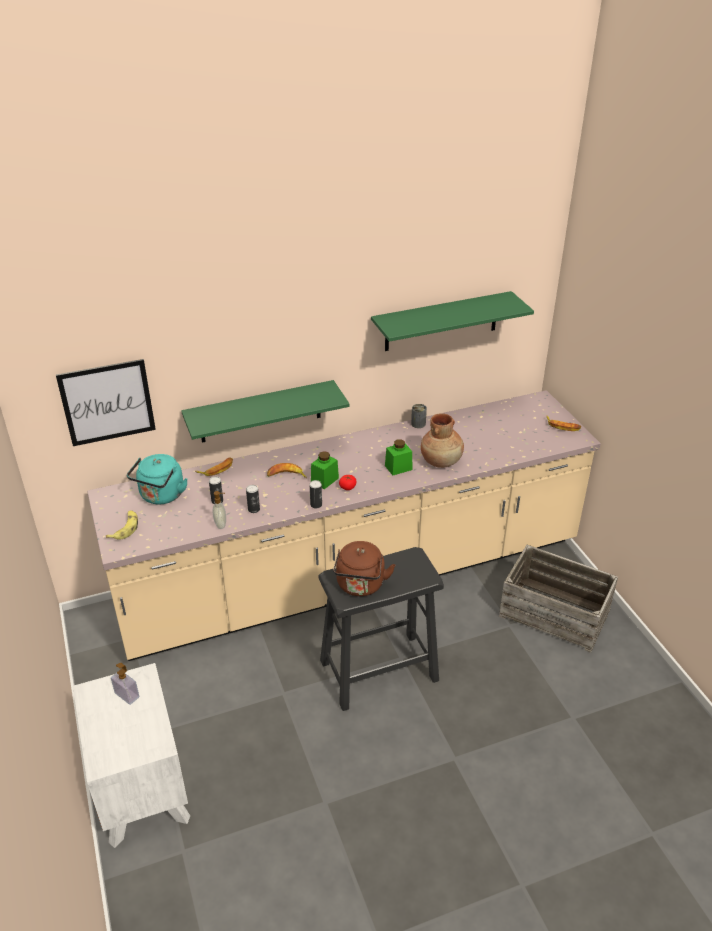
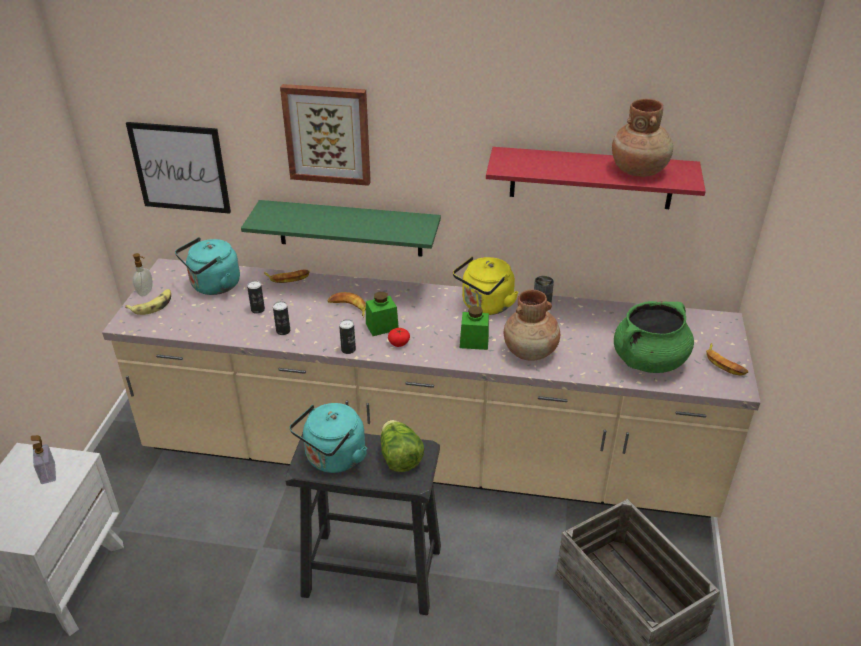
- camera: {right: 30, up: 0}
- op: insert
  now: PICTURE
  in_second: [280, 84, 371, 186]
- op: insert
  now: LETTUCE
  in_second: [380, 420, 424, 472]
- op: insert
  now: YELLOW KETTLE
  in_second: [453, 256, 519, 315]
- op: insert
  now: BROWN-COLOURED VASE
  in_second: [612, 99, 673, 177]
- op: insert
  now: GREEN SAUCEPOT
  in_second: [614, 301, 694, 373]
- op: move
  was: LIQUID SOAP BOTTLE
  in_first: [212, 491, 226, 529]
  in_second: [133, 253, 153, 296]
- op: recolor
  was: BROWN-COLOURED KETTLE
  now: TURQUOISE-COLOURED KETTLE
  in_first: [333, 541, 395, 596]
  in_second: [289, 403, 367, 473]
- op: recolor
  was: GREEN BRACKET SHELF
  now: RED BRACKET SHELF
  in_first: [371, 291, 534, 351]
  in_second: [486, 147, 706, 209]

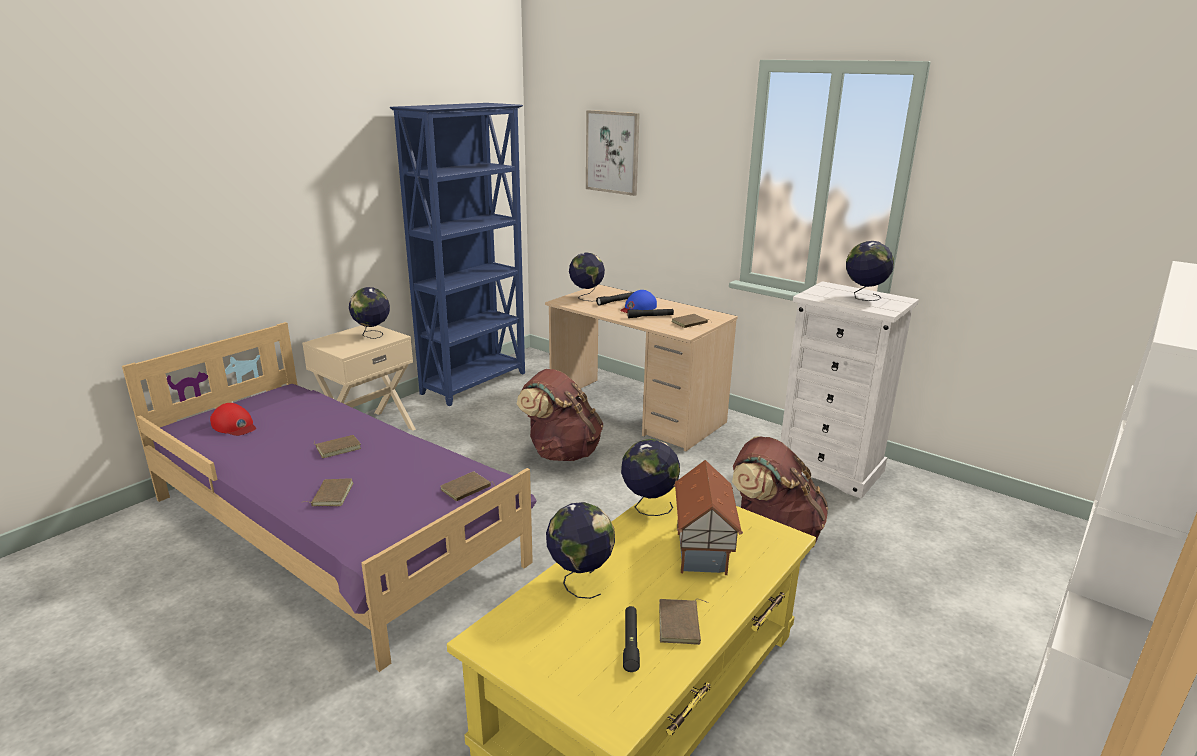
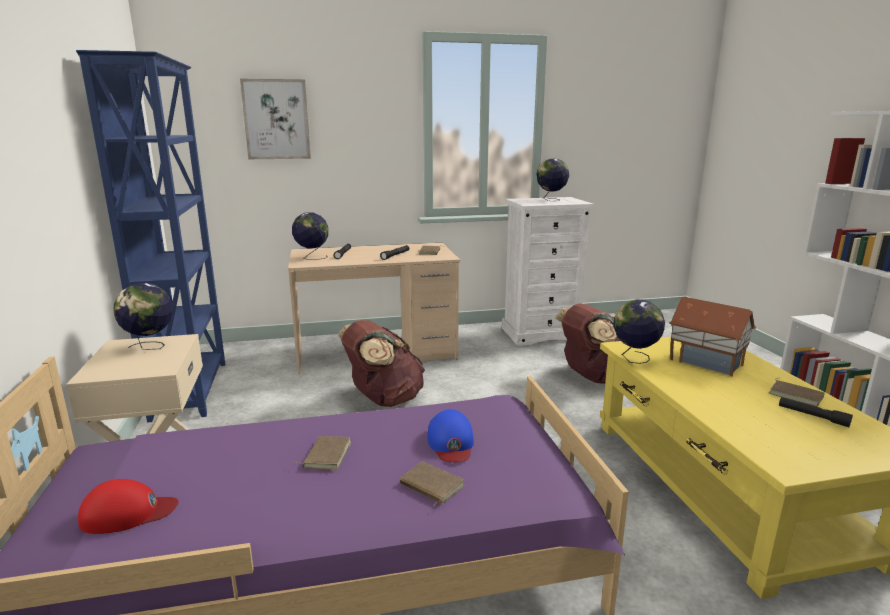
- camera: {right: -50, up: -5}
- op: delete
  was: BROWN-COLOURED VOLUME
  in_first: [440, 471, 495, 501]
- op: delete
  was: DESK GLOBE
  in_first: [546, 502, 615, 599]
- op: move
  was: BLUE-COLOURED PEAKED CAP
  in_first: [620, 290, 657, 313]
  in_second: [428, 409, 474, 462]

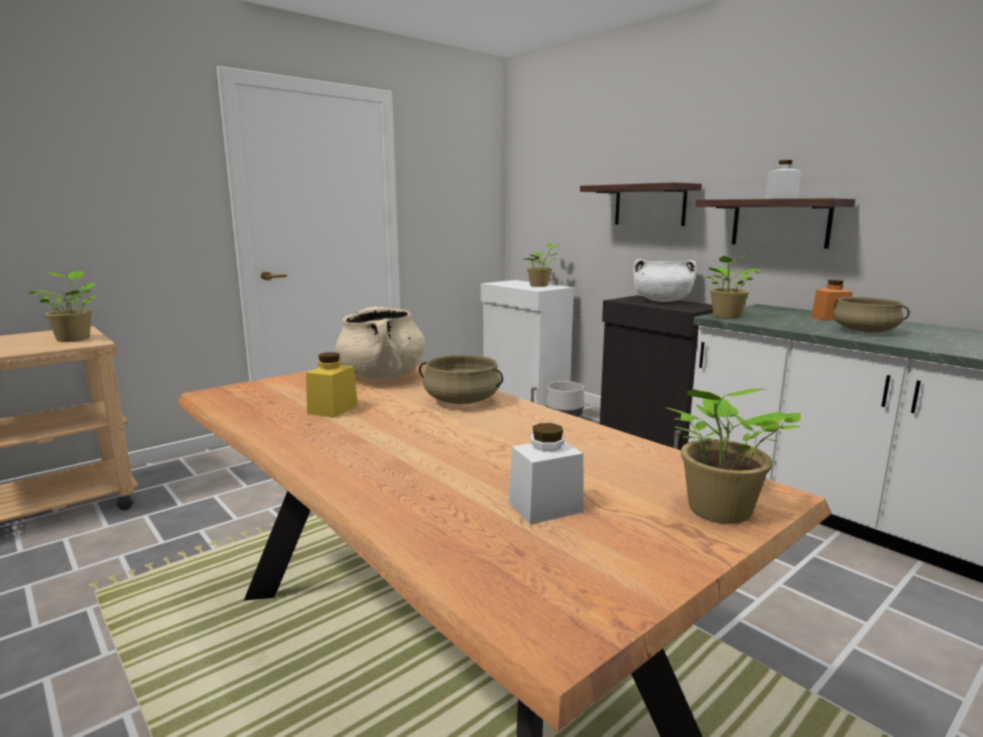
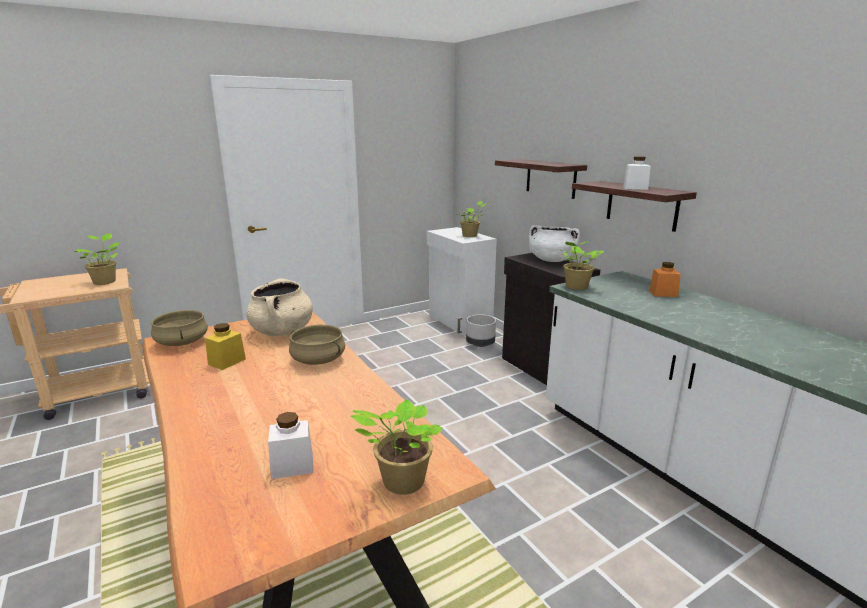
- camera: {right: 10, up: 5}
- op: move
  was: SAND-COLOURED SAUCEPOT
  in_first: [833, 297, 910, 333]
  in_second: [151, 310, 208, 346]

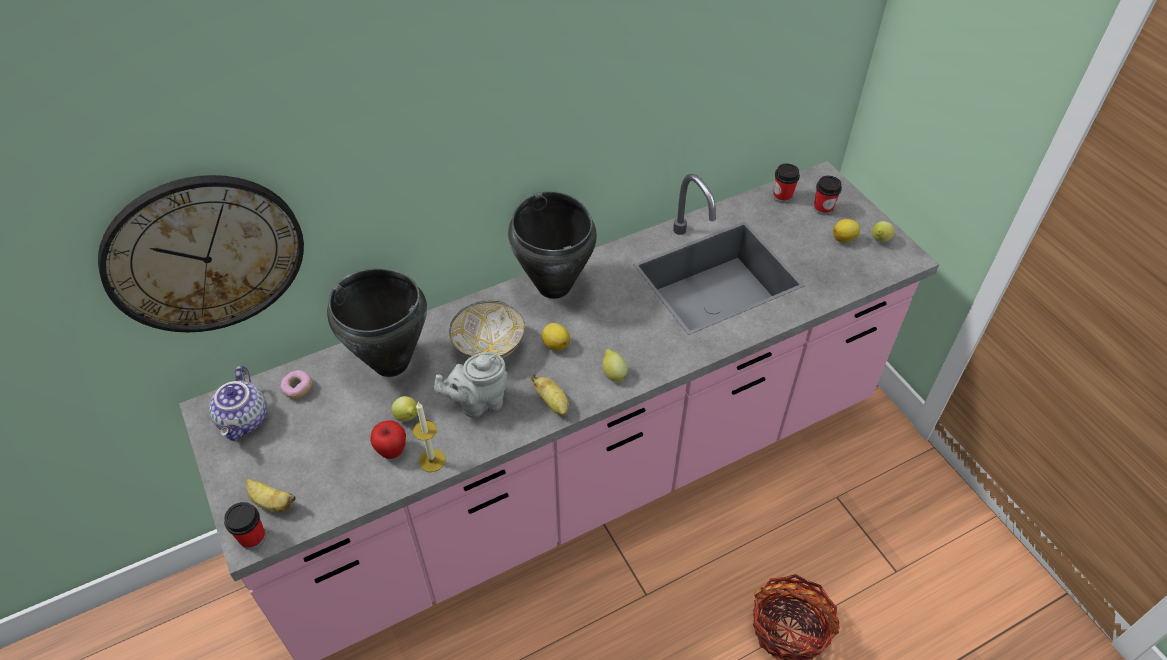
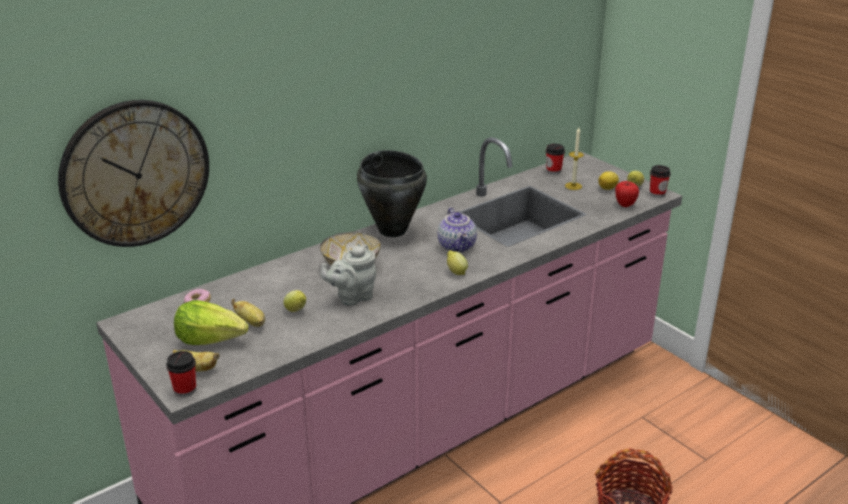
- camera: {right: -10, up: -20}
- op: delete
  was: BLACKISH SAUCEPOT
  in_first: [327, 268, 427, 377]
- op: delete
  was: CITRUS FRUIT
  in_first: [542, 323, 570, 351]
- op: insert
  now: LETTUCE
  in_second: [174, 300, 249, 345]
- op: move
  was: TEA POT
  in_first: [209, 366, 267, 441]
  in_second: [438, 208, 477, 253]
- op: move
  was: WHOLE APPLE
  in_first: [370, 421, 406, 459]
  in_second: [615, 181, 639, 207]
- op: move
  was: WAX LIGHT
  in_first: [413, 402, 446, 472]
  in_second: [565, 128, 584, 190]
- op: move
  was: WHOLE BANANA
  in_first: [531, 374, 569, 416]
  in_second: [231, 299, 265, 327]
- op: move
  was: SMALL CUP
  in_first: [814, 176, 842, 215]
  in_second: [650, 165, 671, 197]

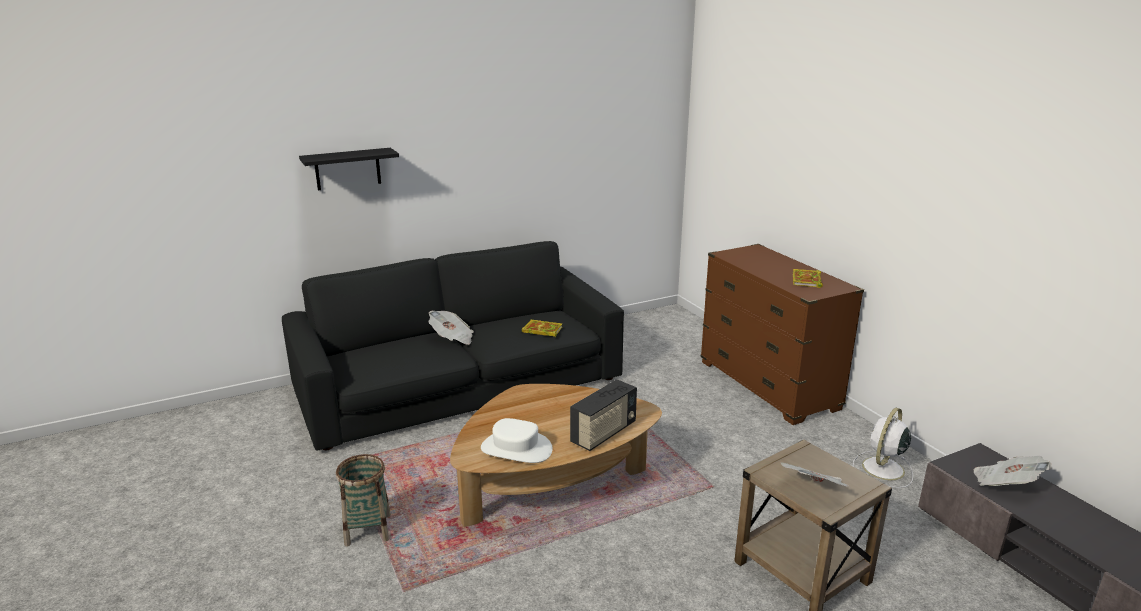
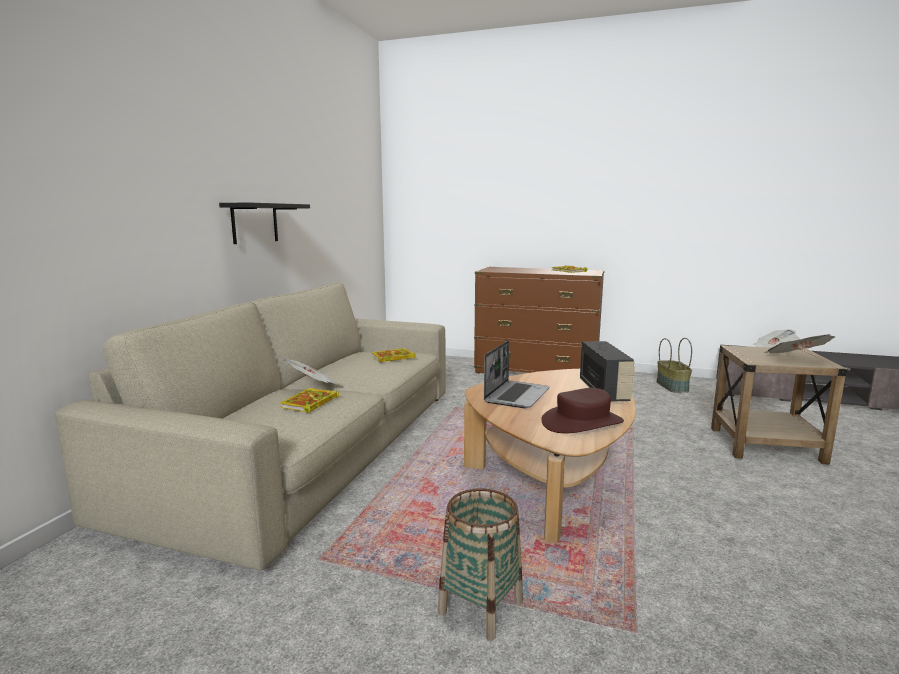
- camera: {right: -45, up: -10}
- op: insert
  now: VOLUME
  in_second: [280, 388, 339, 413]
- op: insert
  now: PORTABLE COMPUTER
  in_second: [484, 340, 550, 408]
- op: move
  was: BLACKISH BRACKET SHELF
  in_first: [299, 148, 399, 190]
  in_second: [219, 203, 310, 244]
- op: replace
  was: WHITE FAN
  now: BASKET
  in_first: [853, 408, 913, 488]
  in_second: [657, 338, 692, 393]
- op: recolor
  was: BLACKISH SETTEE
  now: SAND-COLOURED SETTEE
  in_first: [282, 241, 624, 450]
  in_second: [55, 283, 446, 570]
- op: recolor
  was: WHITE WEARABLE HAT
  now: BROWN-COLOURED WEARABLE HAT
  in_first: [481, 418, 553, 463]
  in_second: [541, 388, 624, 433]

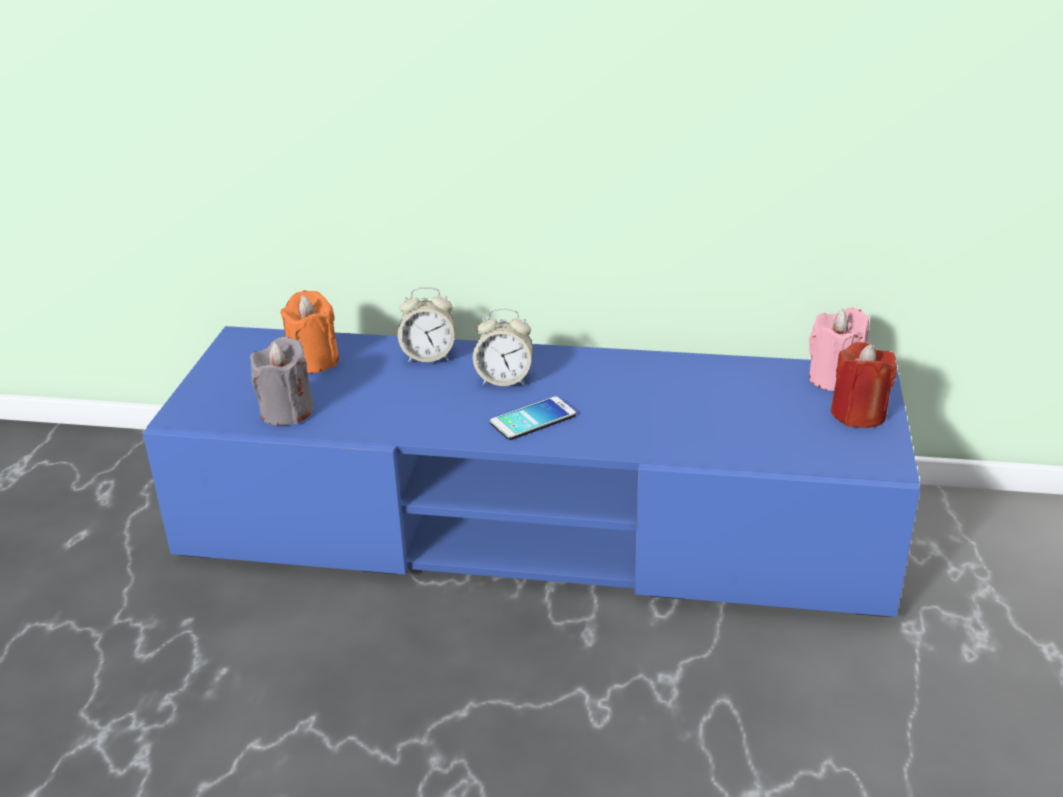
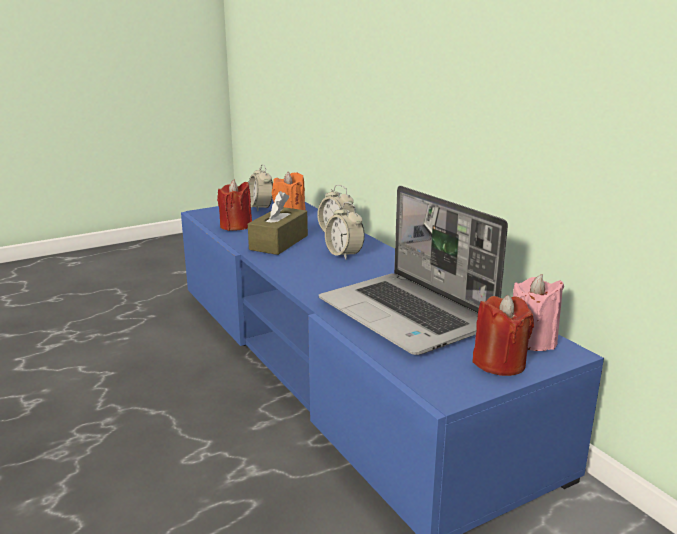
- camera: {right: 50, up: -10}
- op: delete
  was: PHONE
  in_first: [490, 396, 576, 440]
- op: insert
  now: BEDSIDE CLOCK
  in_second: [248, 164, 273, 211]
- op: insert
  now: BROWN-COLOURED BOX OF TISSUES
  in_second: [248, 191, 308, 255]
- op: insert
  now: PORTABLE COMPUTER
  in_second: [319, 186, 508, 355]
- op: recolor
  was: GREYISH WAX LIGHT
  now: RED WAX LIGHT
  in_first: [250, 337, 314, 425]
  in_second: [217, 180, 252, 231]

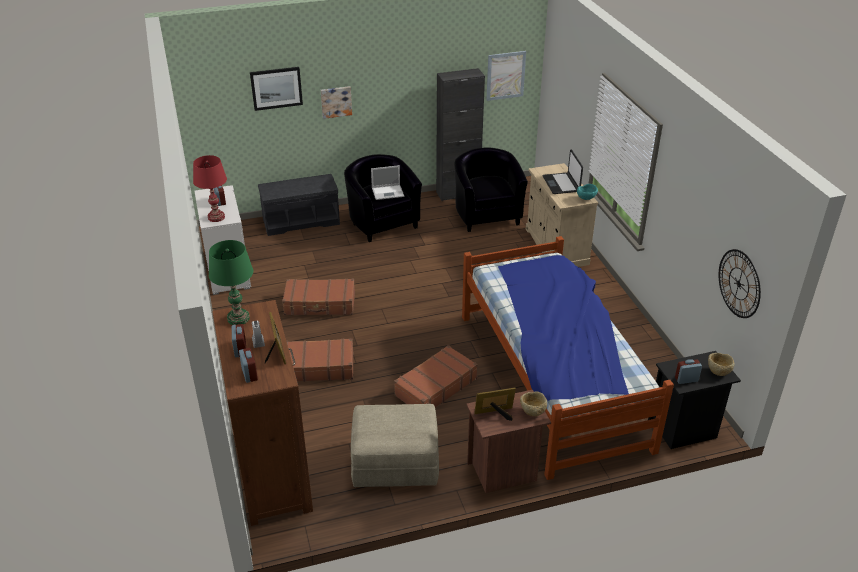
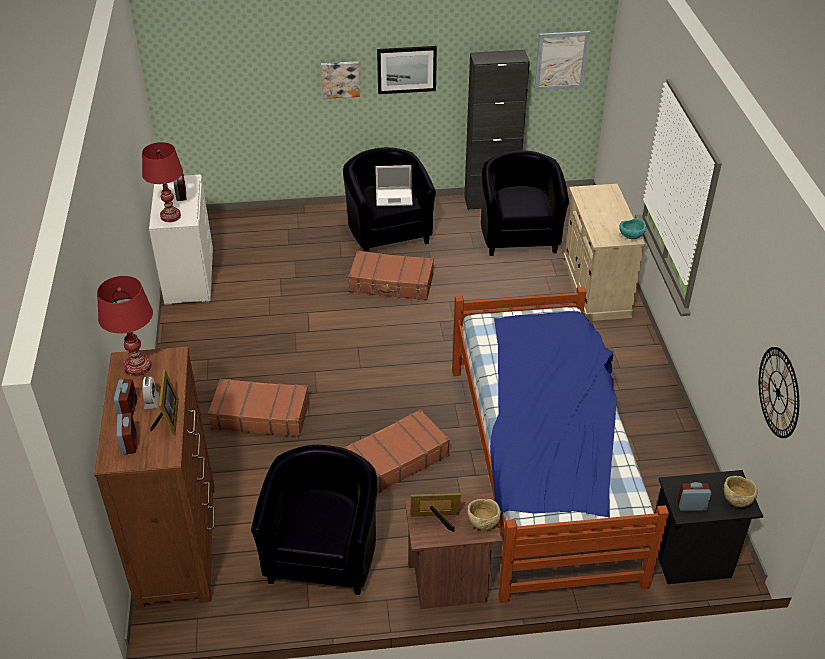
- camera: {right: 10, up: 5}
- op: delete
  was: GREYISH BENCH
  in_first: [258, 174, 340, 236]
- op: delete
  was: PORTABLE COMPUTER
  in_first: [543, 149, 583, 194]
- op: move
  was: PICTURE
  in_first: [250, 67, 303, 111]
  in_second: [377, 46, 437, 94]
- op: move
  was: BROWN-COLOURED TRAVEL CASE
  in_first: [282, 279, 355, 315]
  in_second: [348, 250, 434, 300]
- op: replace
  was: SAND-COLOURED FOOTREST
  now: BLACKISH LOUNGE CHAIR
  in_first: [351, 404, 439, 487]
  in_second: [251, 445, 377, 595]
- op: recolor
  was: GREEN TABLETOP LAMP
  now: RED TABLETOP LAMP
  in_first: [209, 240, 253, 325]
  in_second: [97, 276, 153, 376]

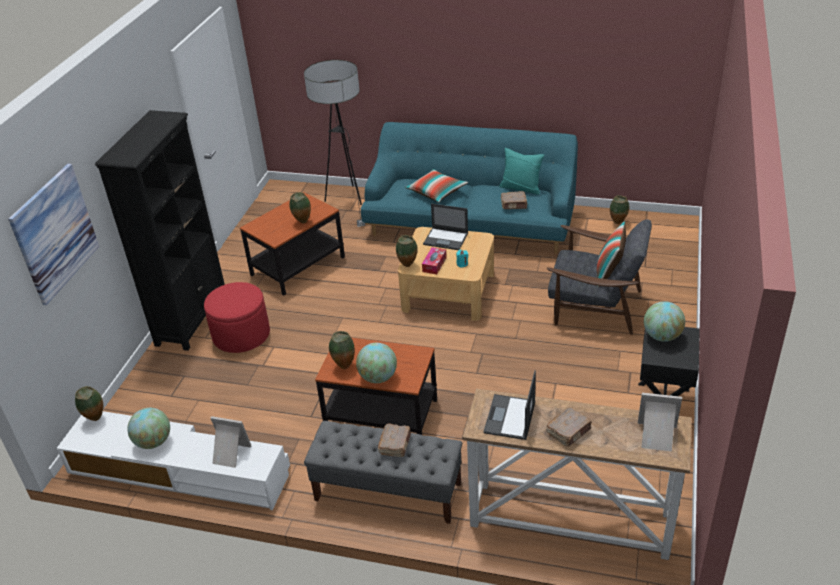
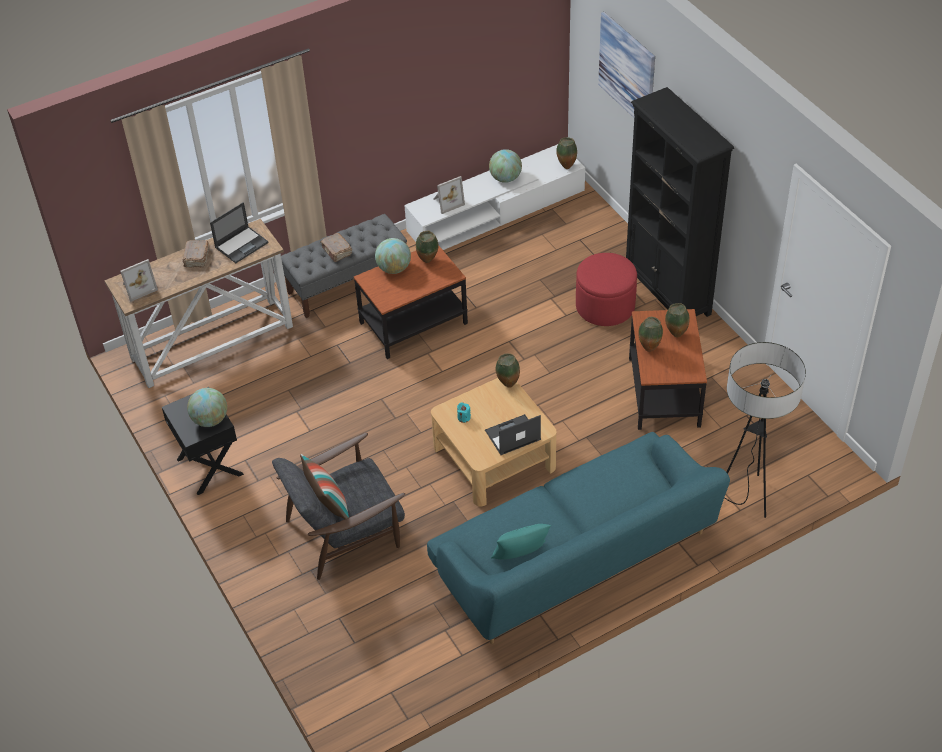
- camera: {right: 135, up: 10}
- op: delete
  was: CUSHION
  in_first: [405, 169, 468, 203]
- op: delete
  was: BOX OF TISSUES
  in_first: [422, 247, 447, 274]
- op: delete
  was: BROWN-COLOURED VOLUME
  in_first: [501, 191, 527, 209]
- op: move
  was: VASE
  in_first: [610, 195, 629, 224]
  in_second: [665, 303, 689, 337]
- op: rotate
  was: PORTABLE COMPUTER
  in_first: [483, 370, 536, 440]
  in_second: [210, 202, 268, 263]
  clockwise: 75

